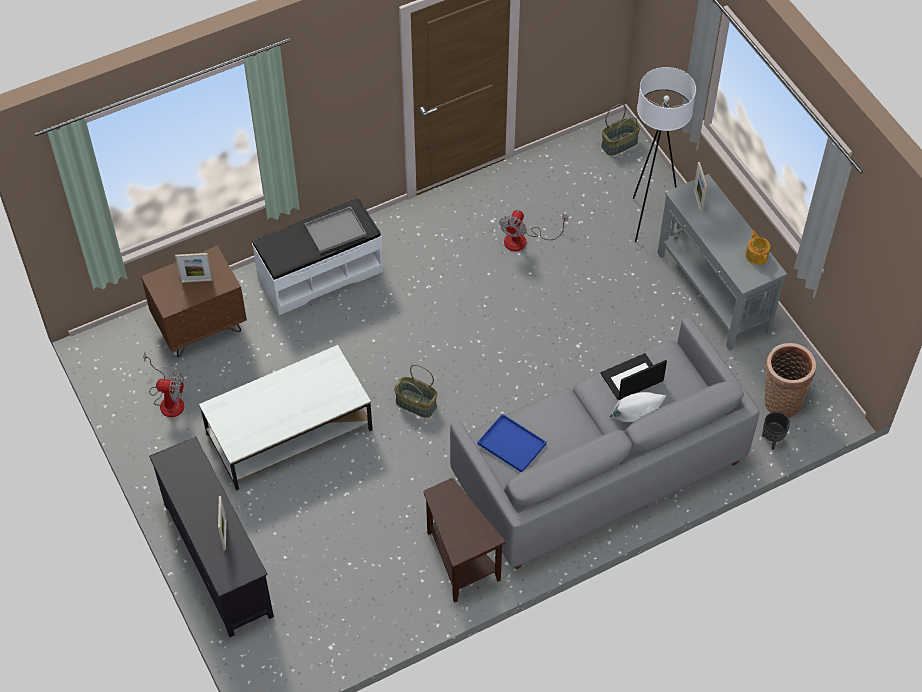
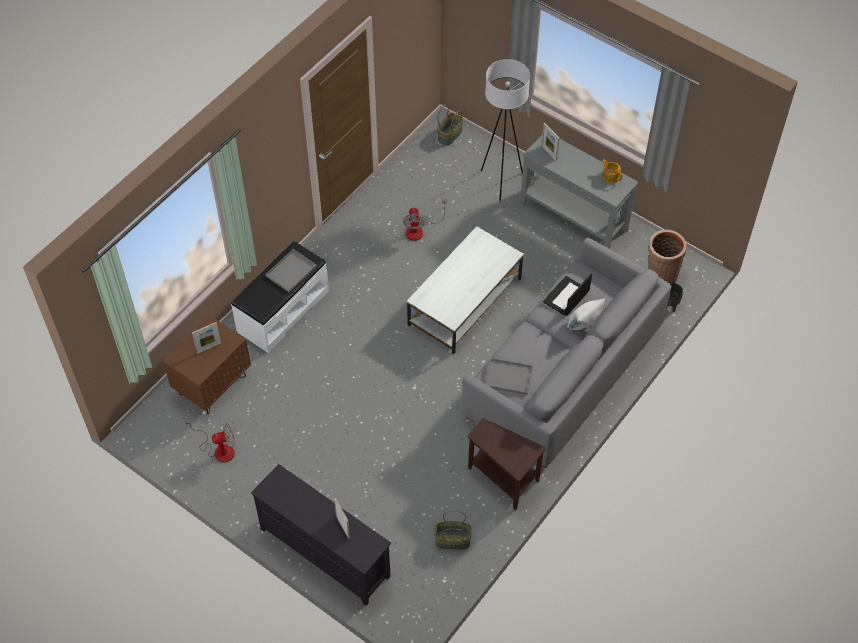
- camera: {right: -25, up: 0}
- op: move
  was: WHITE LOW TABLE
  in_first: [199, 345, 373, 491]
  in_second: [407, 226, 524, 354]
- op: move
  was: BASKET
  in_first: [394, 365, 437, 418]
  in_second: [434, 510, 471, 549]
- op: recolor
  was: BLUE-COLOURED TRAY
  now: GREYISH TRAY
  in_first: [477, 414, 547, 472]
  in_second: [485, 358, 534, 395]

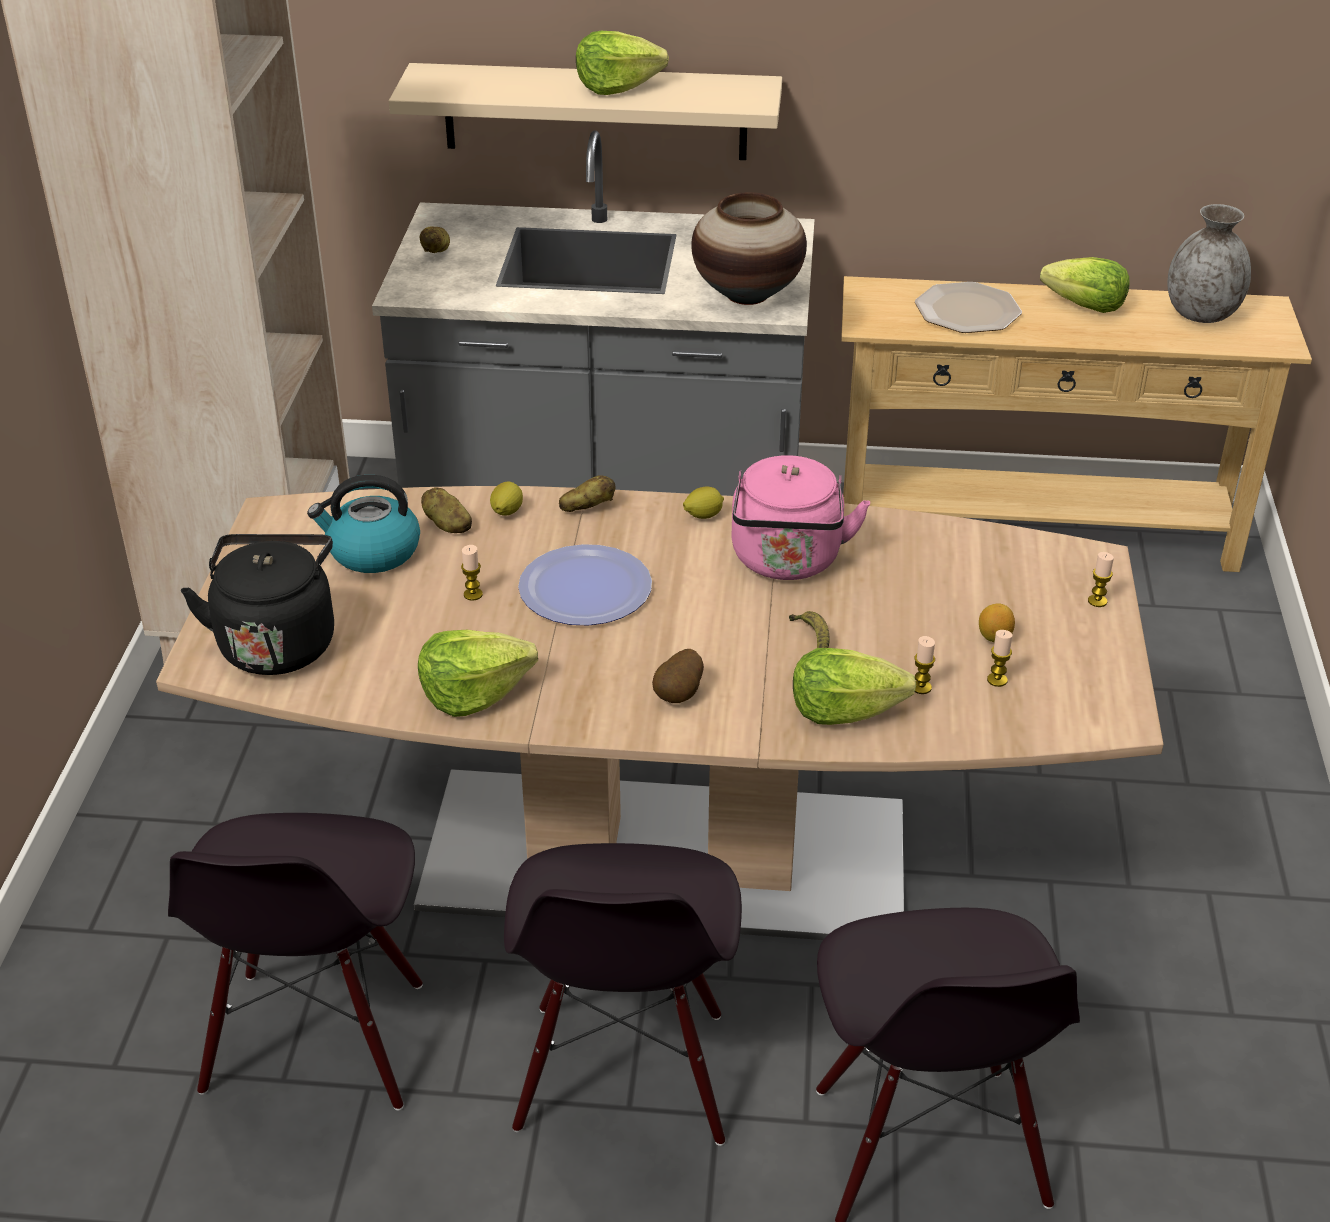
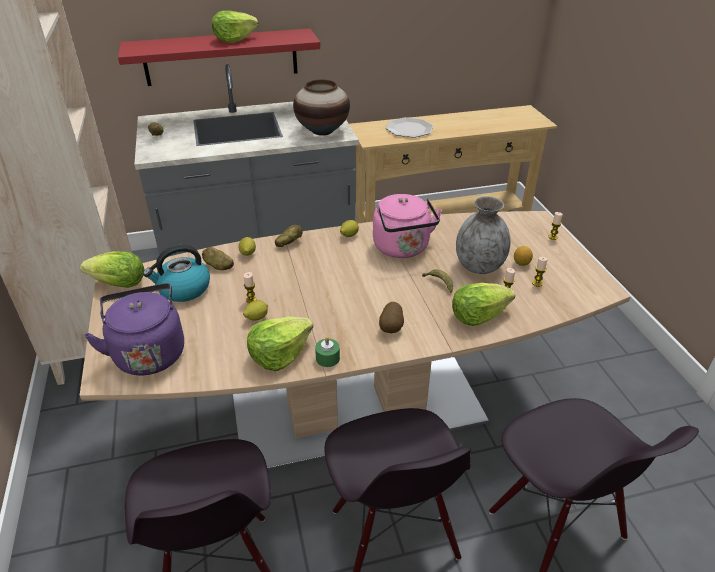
- camera: {right: -20, up: 0}
- op: delete
  was: DINNER PLATE
  in_first: [518, 544, 652, 626]
- op: insert
  now: CITRUS FRUIT
  in_second: [243, 300, 268, 321]
- op: insert
  now: GREEN WAX LIGHT
  in_second: [315, 337, 340, 367]
- op: move
  was: LETTUCE
  in_first: [1040, 257, 1130, 313]
  in_second: [80, 252, 144, 288]
- op: move
  was: GREYISH VASE
  in_first: [1167, 204, 1251, 323]
  in_second: [456, 196, 511, 274]
- op: recolor
  was: BLACKISH KETTLE
  now: PURPLISH KETTLE
  in_first: [181, 534, 334, 675]
  in_second: [84, 283, 184, 375]
- op: recolor
  was: SAND-COLOURED BRACKET SHELF
  now: RED BRACKET SHELF
  in_first: [389, 63, 782, 160]
  in_second: [118, 29, 320, 86]

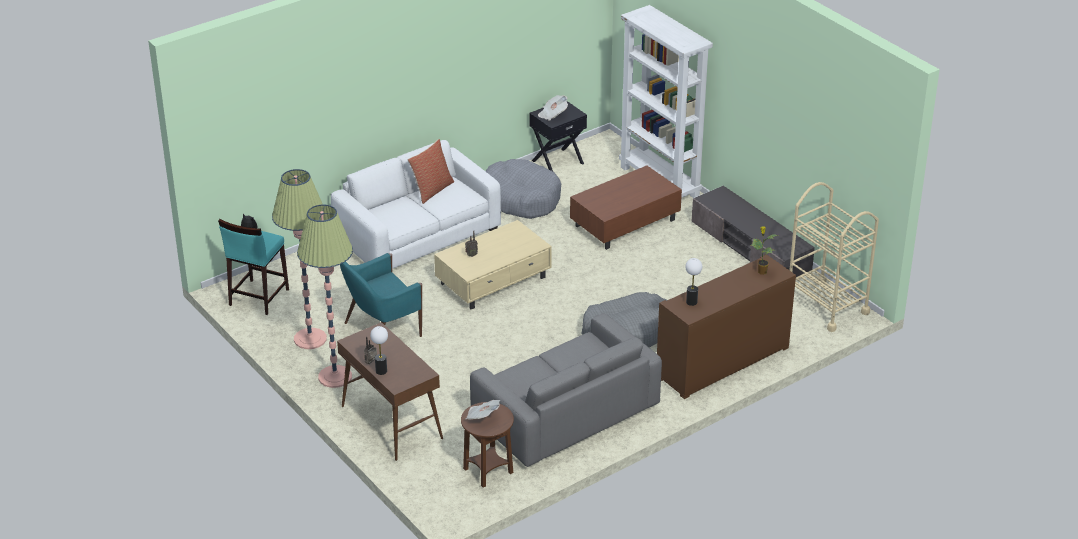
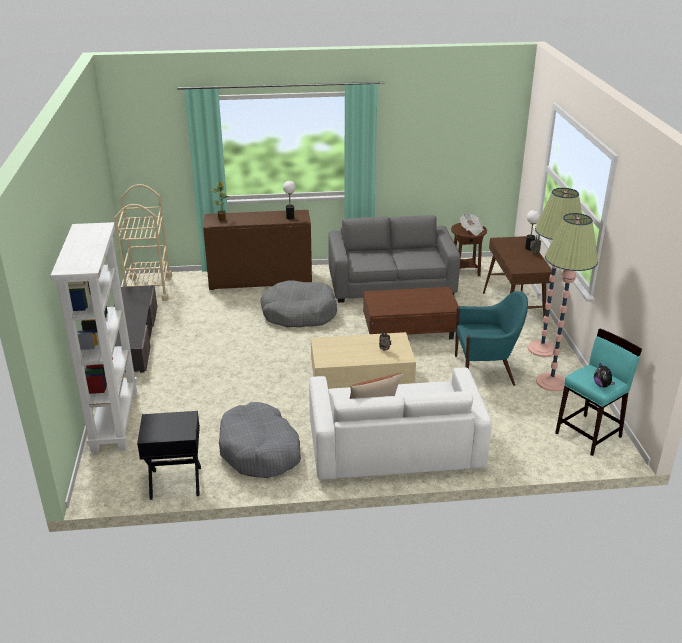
- camera: {right: -150, up: -5}
- op: delete
  was: PRINTED PAPER
  in_first: [538, 95, 568, 120]
- op: move
  was: BROWN-COLOURED LOW TABLE
  in_first: [570, 166, 682, 250]
  in_second: [363, 287, 459, 339]

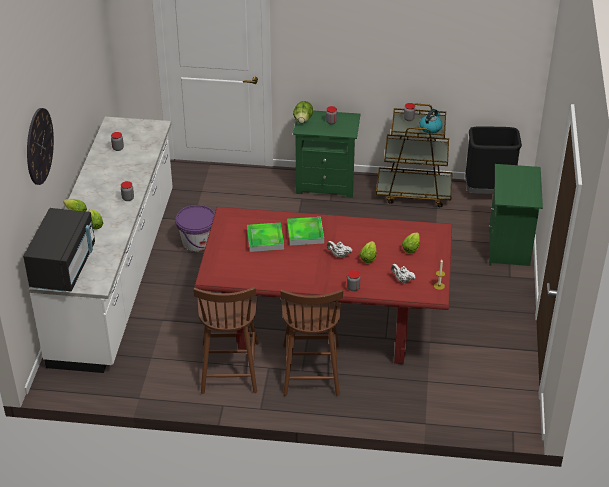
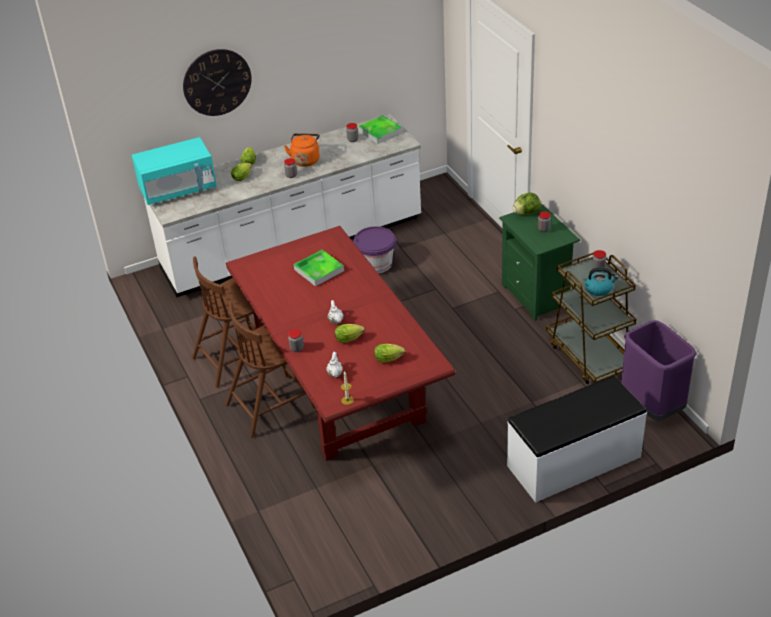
- camera: {right: 60, up: 0}
- op: insert
  now: ORANGEY KETTLE
  in_second: [284, 133, 320, 167]
- op: move
  was: TRAY
  in_first: [287, 217, 324, 245]
  in_second: [358, 115, 402, 144]
- op: replace
  was: GREEN NIGHTSTAND
  now: WHITE BENCH
  in_first: [489, 164, 543, 266]
  in_second: [507, 376, 647, 503]
- op: recolor
  was: BLACKISH KITCHEN MICROWAVE
  now: TURQUOISE-COLOURED KITCHEN MICROWAVE
  in_first: [23, 208, 95, 292]
  in_second: [132, 137, 217, 205]
- op: recolor
  was: BLACKISH RUBBISH BIN
  now: PURPLISH RUBBISH BIN
  in_first: [465, 126, 522, 194]
  in_second: [621, 320, 697, 421]

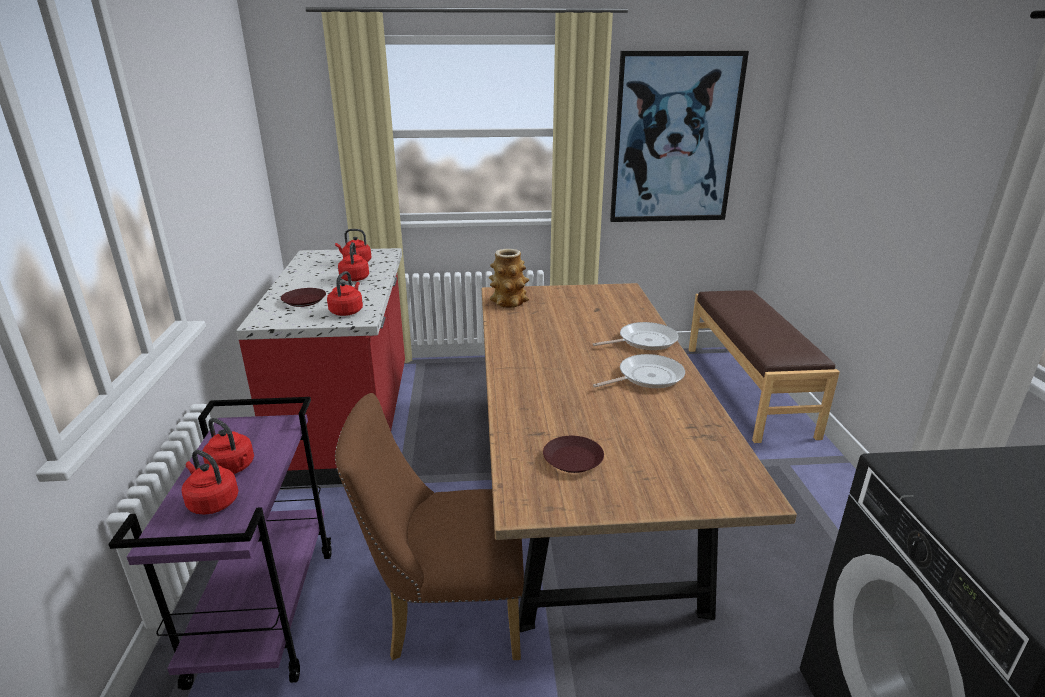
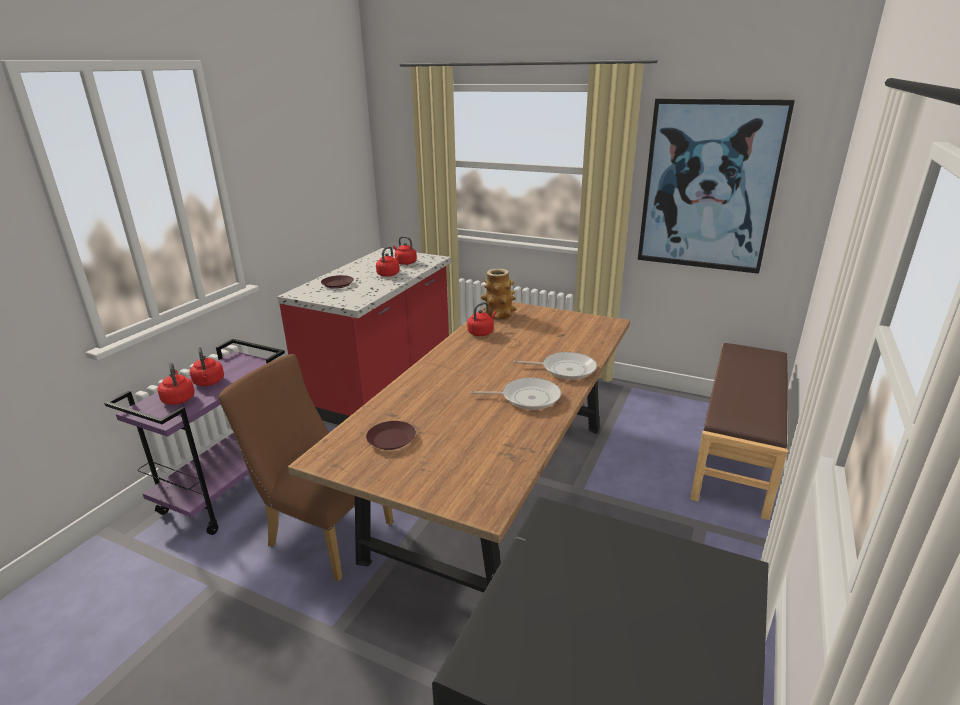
- camera: {right: 30, up: 0}
- op: move
  was: RED KETTLE
  in_first: [327, 271, 363, 316]
  in_second: [467, 302, 497, 336]

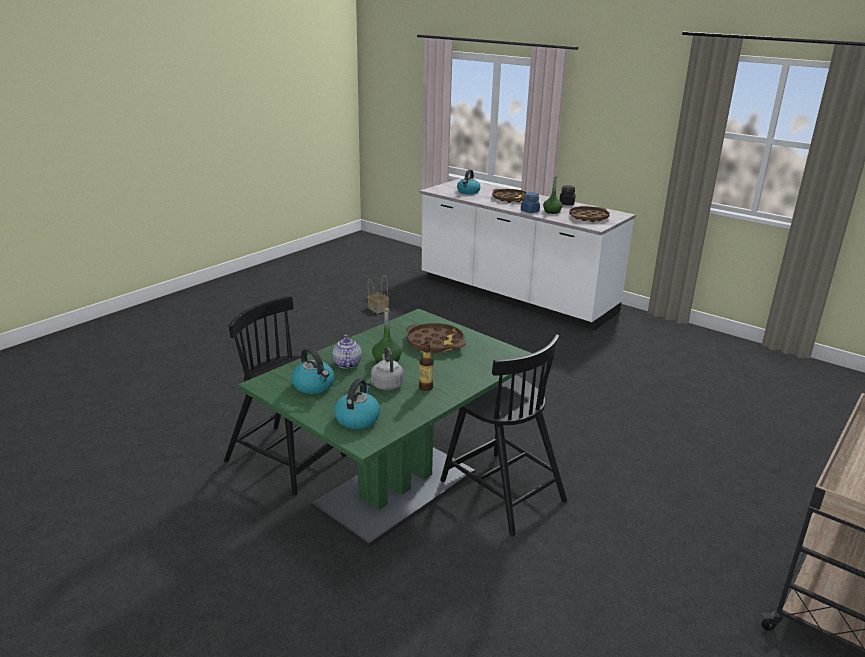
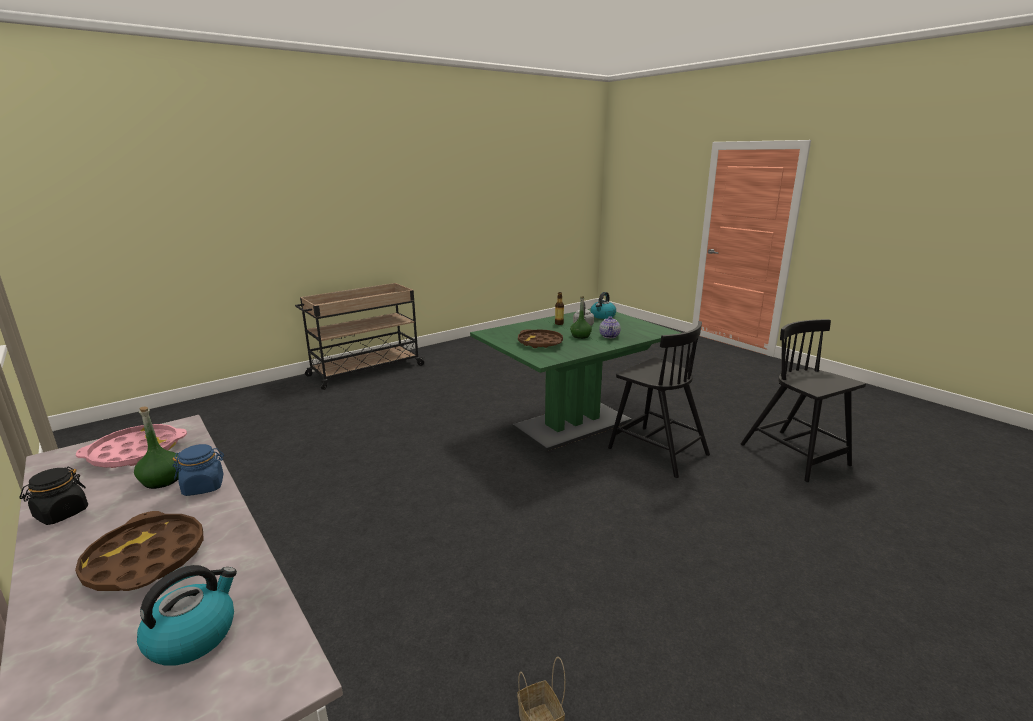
- camera: {right: -165, up: -5}
- op: delete
  was: KETTLE
  in_first: [291, 348, 335, 394]
- op: move
  was: BLACKISH UPRIGHT CHAIR
  in_first: [440, 334, 567, 536]
  in_second: [740, 319, 866, 482]
- op: recolor
  was: BROWN-COLOURED TRAY
  now: PINKISH TRAY
  in_first: [569, 206, 610, 222]
  in_second: [76, 424, 187, 468]

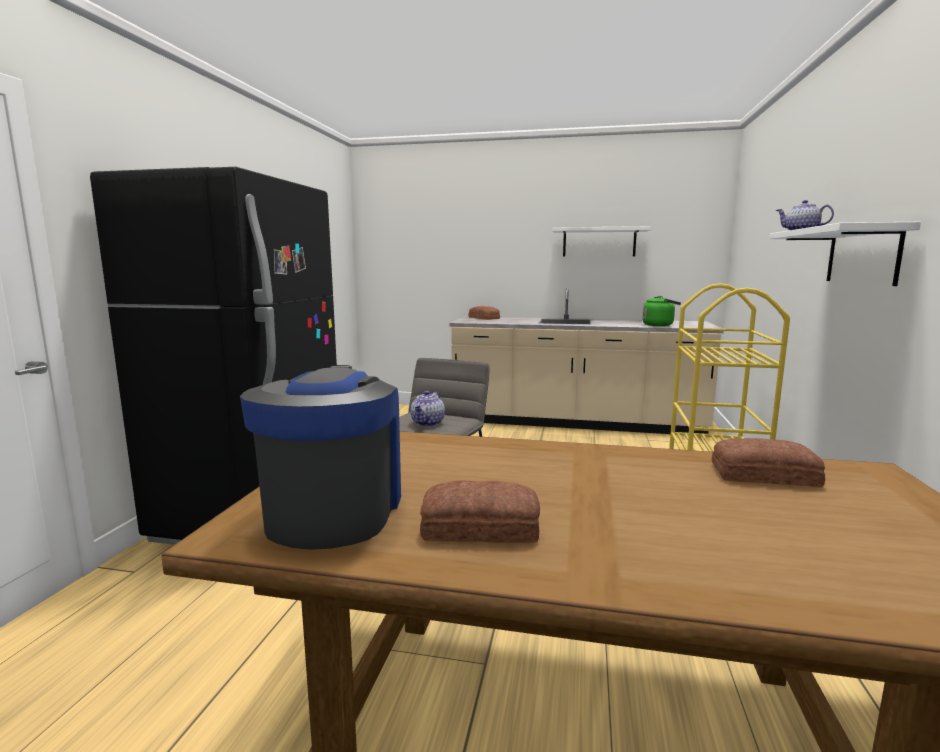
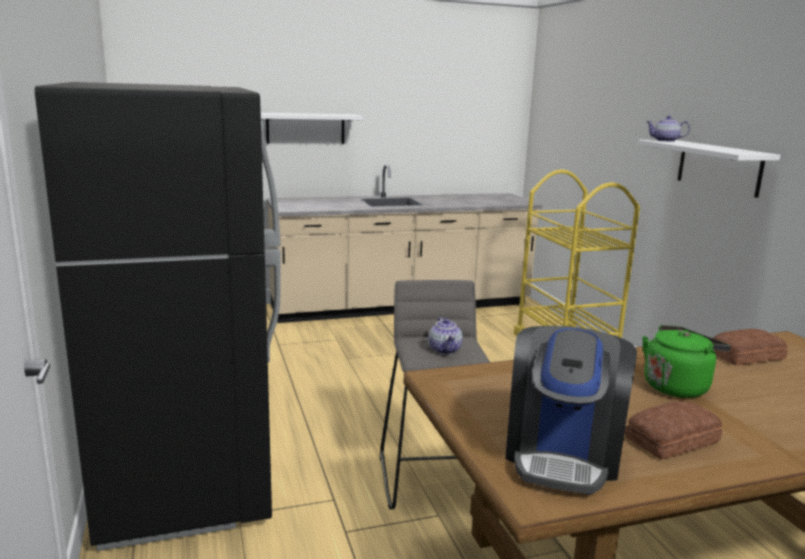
- camera: {right: -30, up: 5}
- op: delete
  was: BREAD
  in_first: [468, 306, 500, 320]
- op: move
  was: WHITE BRACKET SHELF
  in_first: [552, 226, 651, 257]
  in_second: [261, 113, 363, 144]
- op: move
  was: GREEN KETTLE
  in_first: [642, 296, 681, 326]
  in_second: [642, 325, 731, 398]
- op: rotate
  was: COFFEE MACHINE
  in_first: [240, 365, 401, 550]
  in_second: [505, 326, 637, 494]
  clockwise: -135

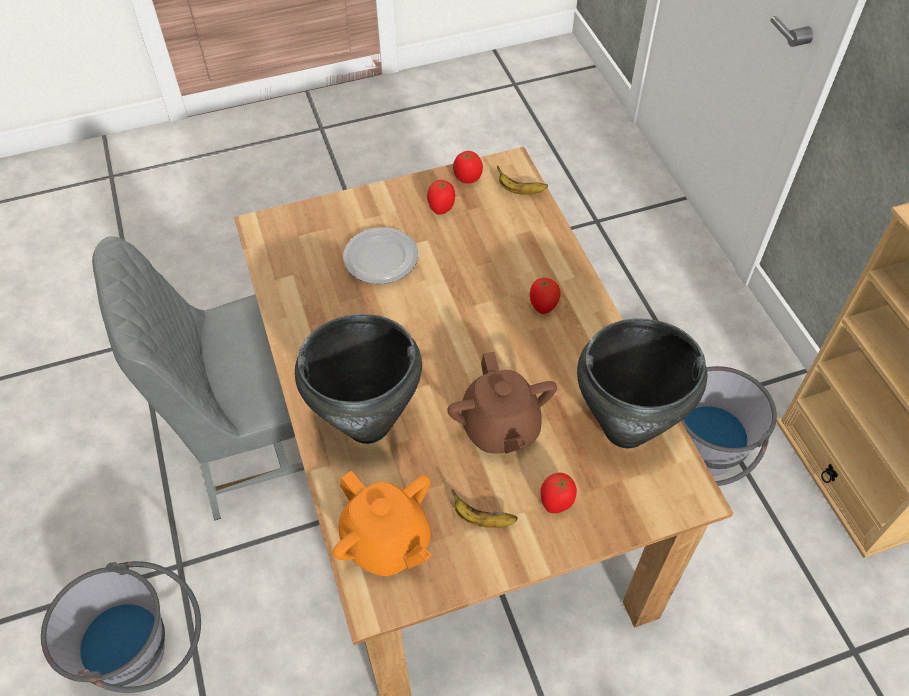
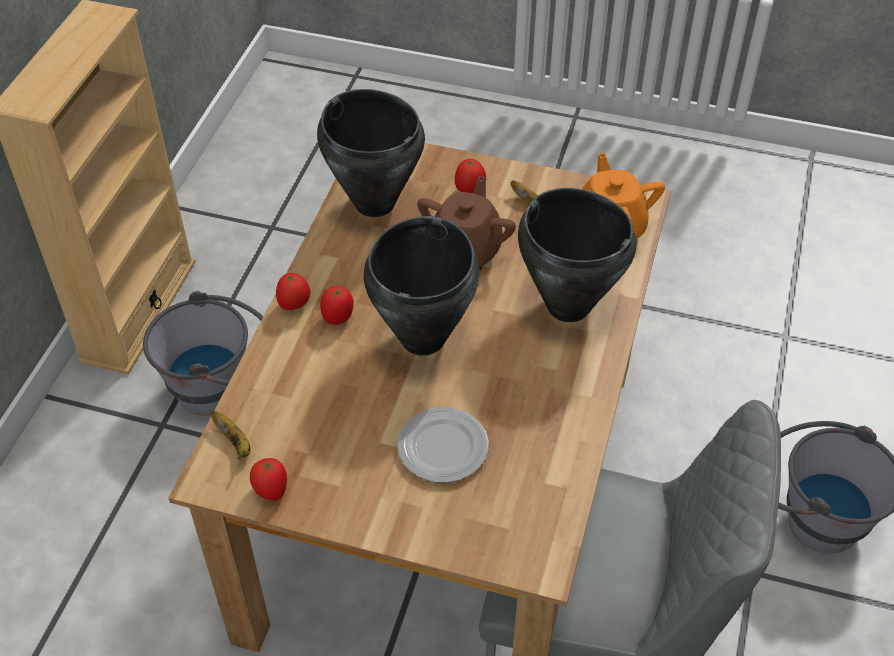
- camera: {right: -145, up: -5}
- op: insert
  now: BLACKISH SAUCEPOT
  in_second: [364, 216, 480, 356]
- op: move
  was: WHOLE TOMATO
  in_first: [427, 180, 455, 215]
  in_second: [276, 273, 310, 310]

